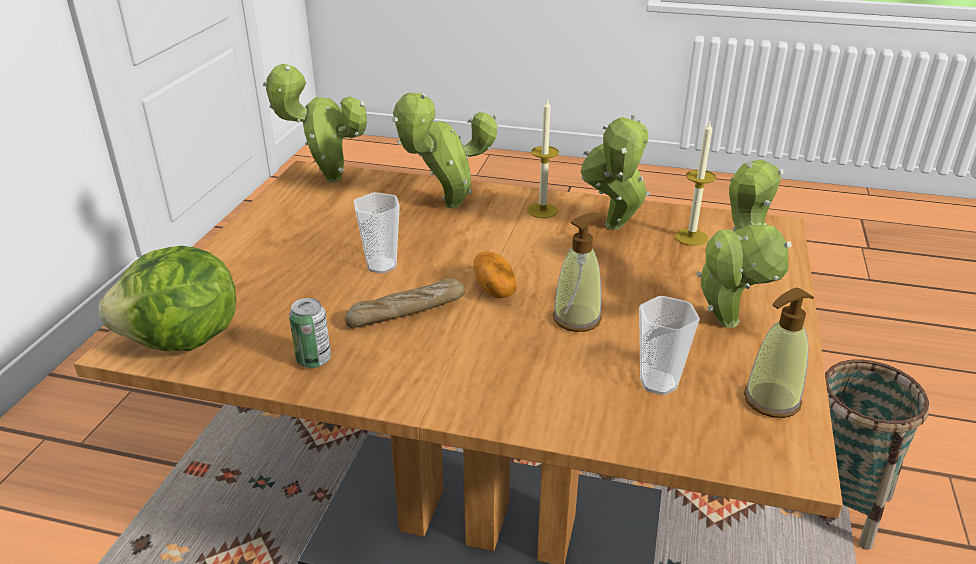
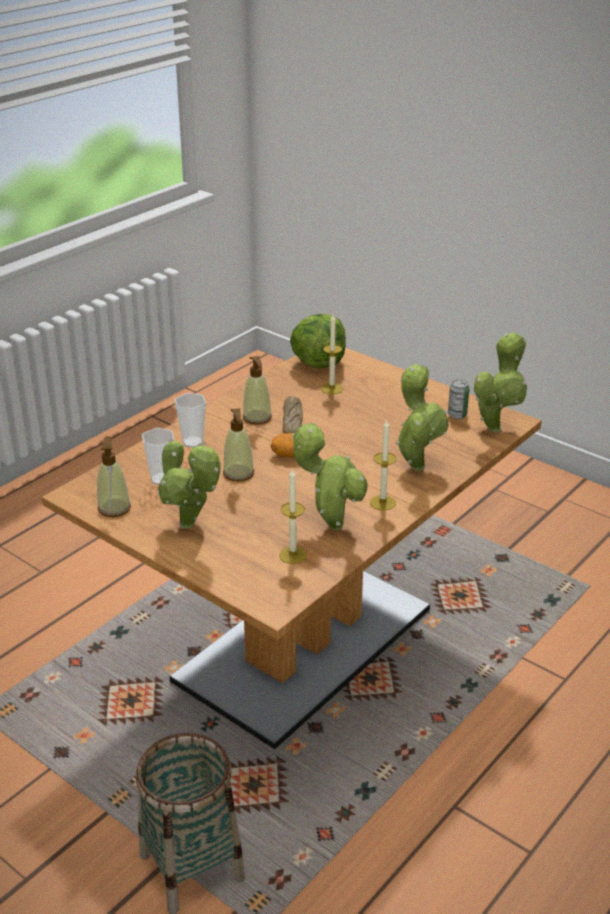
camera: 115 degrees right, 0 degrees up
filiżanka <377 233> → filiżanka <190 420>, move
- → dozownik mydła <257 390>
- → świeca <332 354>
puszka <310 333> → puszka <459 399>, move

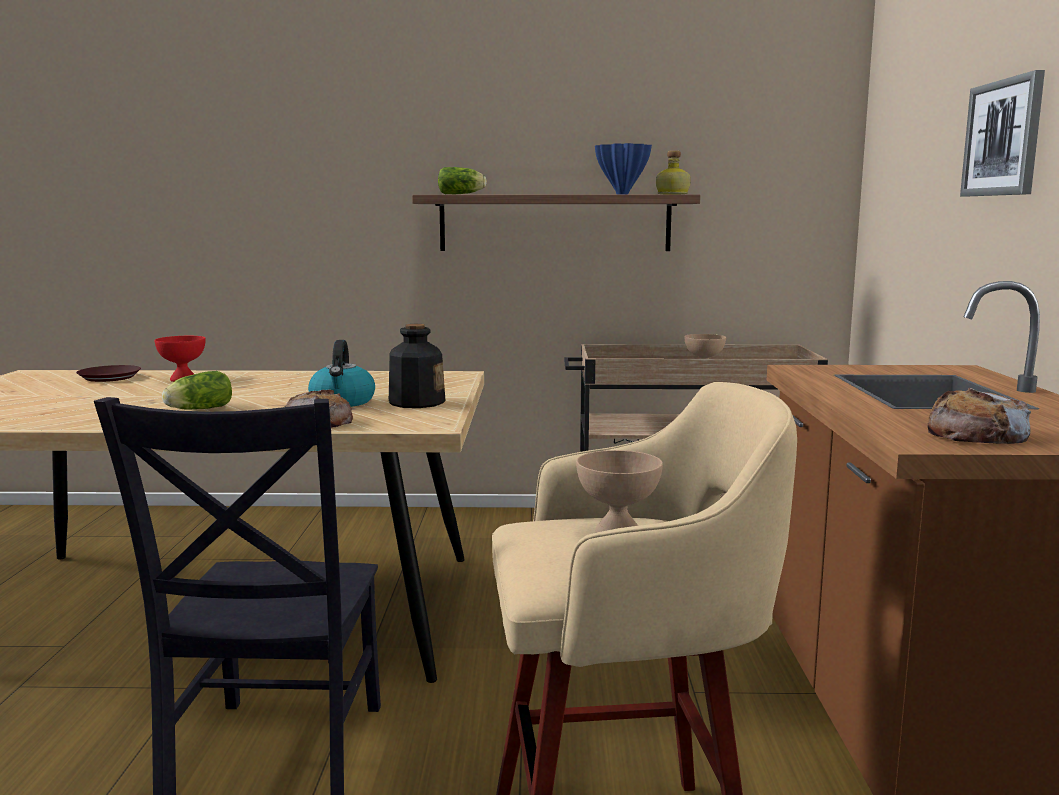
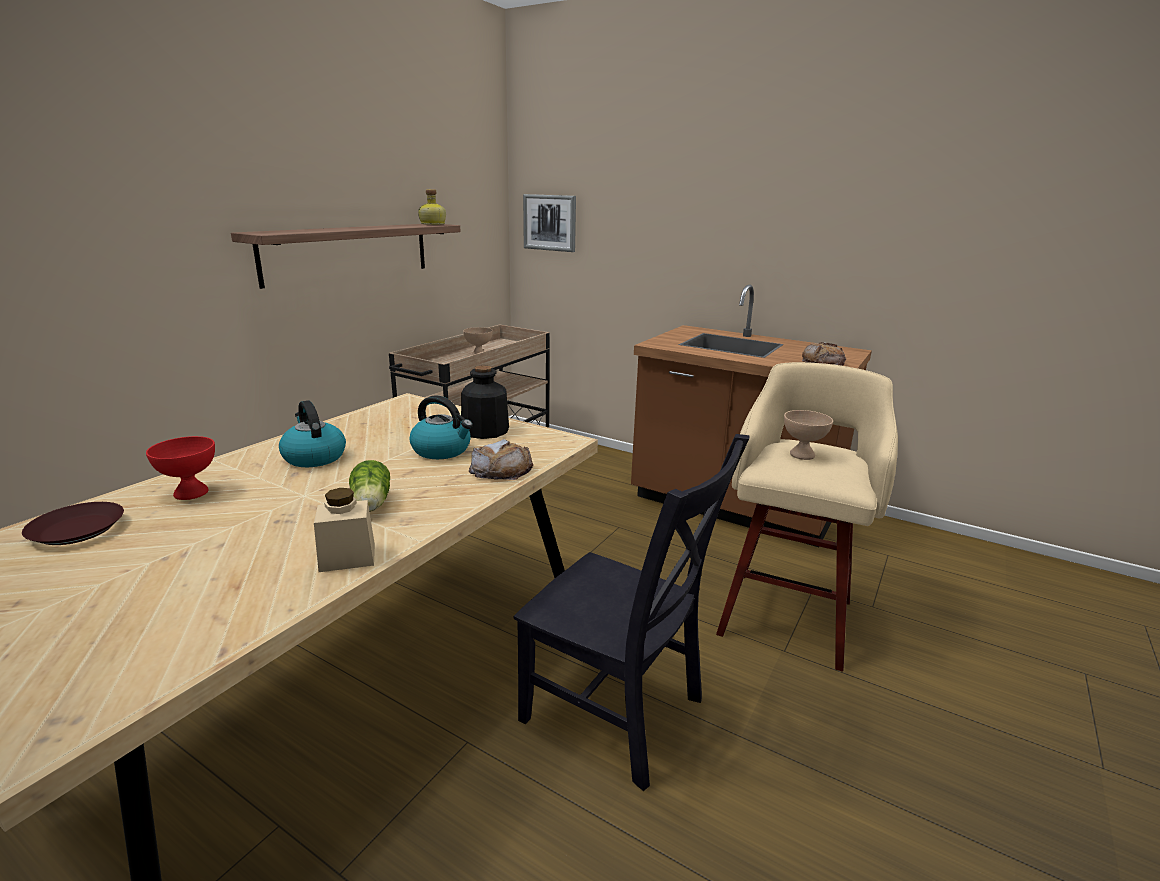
camera: 60 degrees left, 10 degrees up
- → czajnik <312 433>
- → słoik (beżowy) <344 530>
obraz <1002 133> → obraz <549 223>, move
sałata <462 180> → -
wazon (niebieski) <623 169> → -

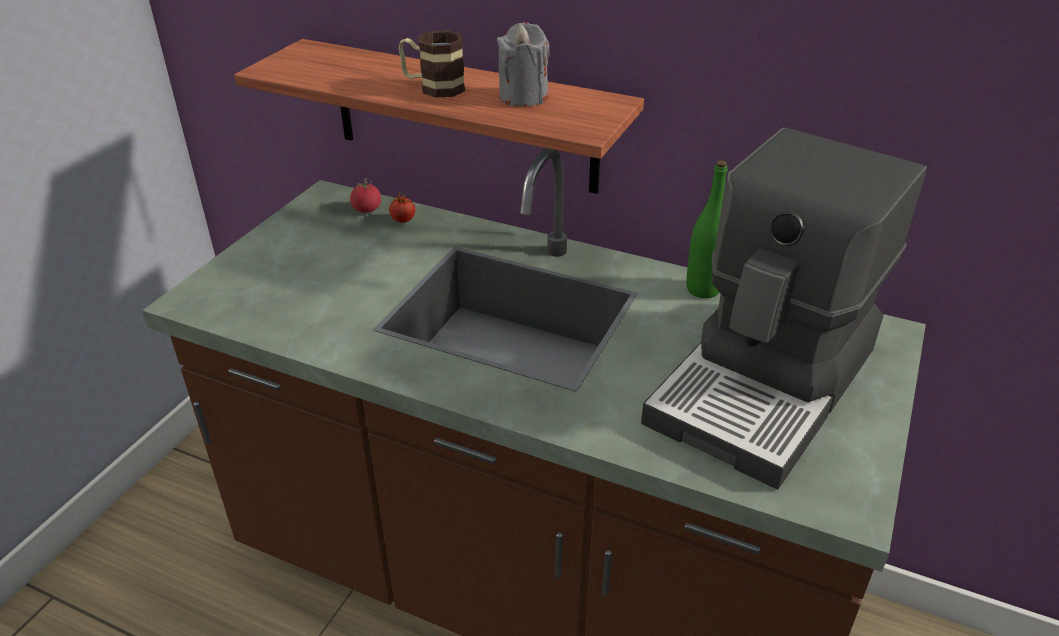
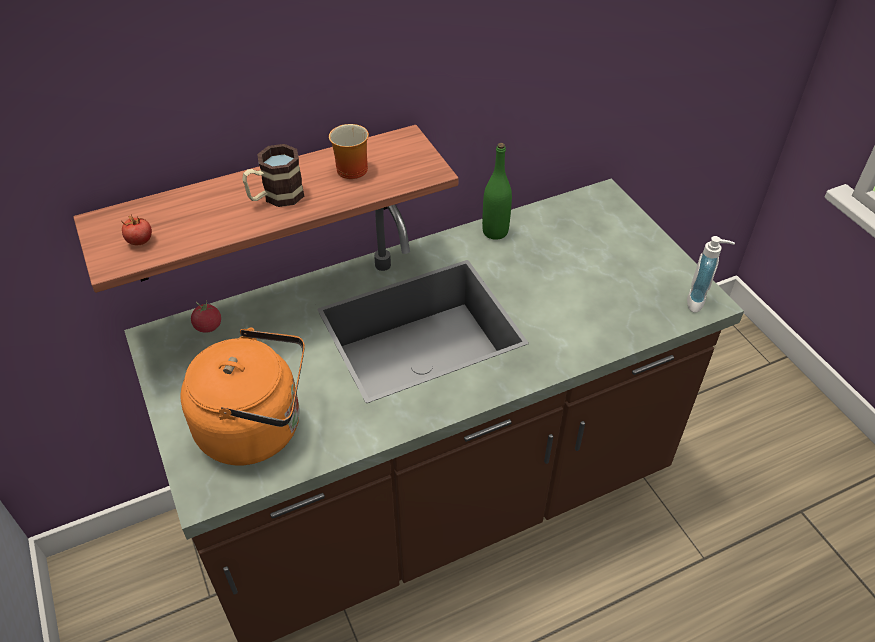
camera: 50 degrees left, 10 degrees up
pomidor <402 207> → pomidor <136 229>, move
- → czajnik (pomarańczowy) <243 396>
świeca (szary) <523 64> → kubek <349 151>
- → dozownik mydła <711 274>
ekspres do kawy <784 308> → -

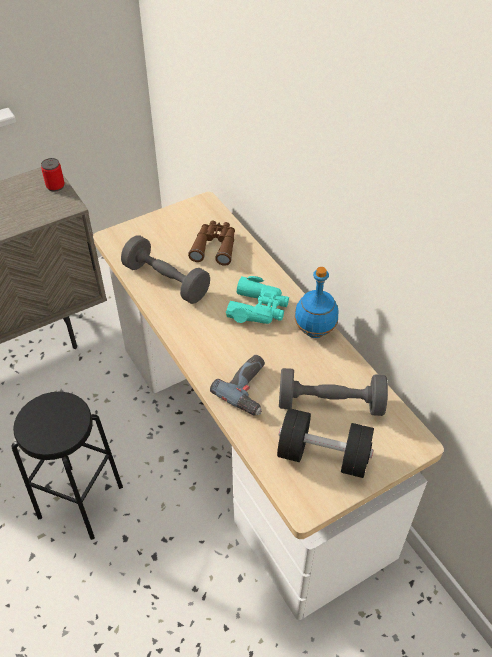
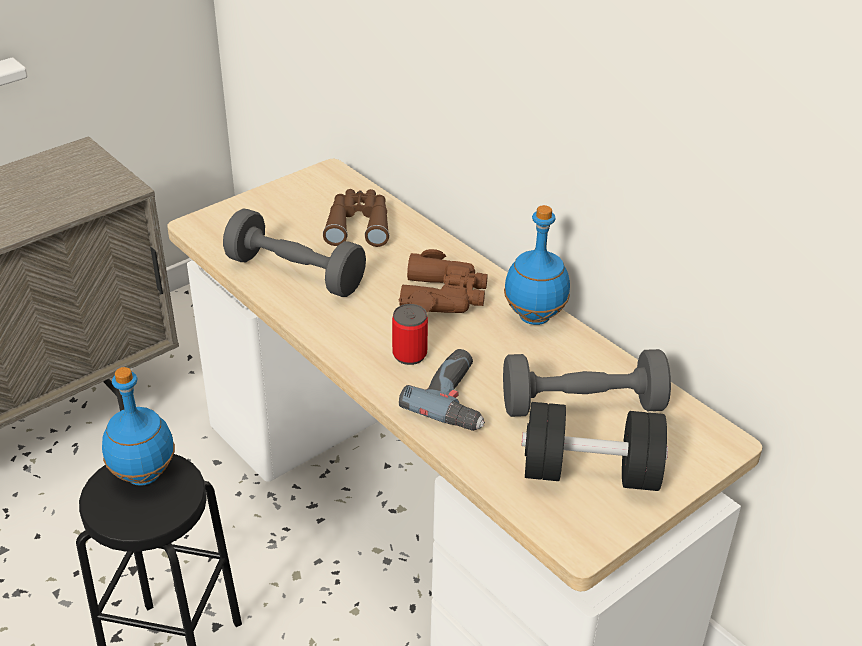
camera: 10 degrees left, 10 degrees down
- → butelka (niebieski) <138 426>
puszka <53 175> → puszka <410 334>, move
lornetka (turkusowy) <257 300> → lornetka (brązowy) <443 281>

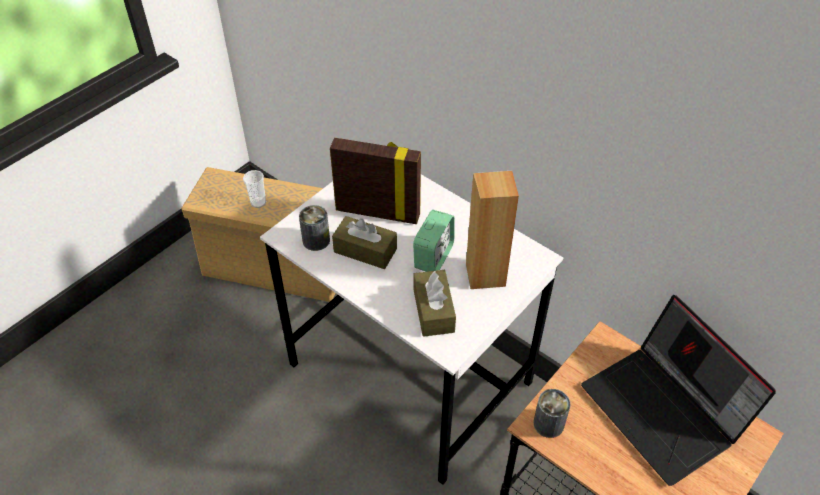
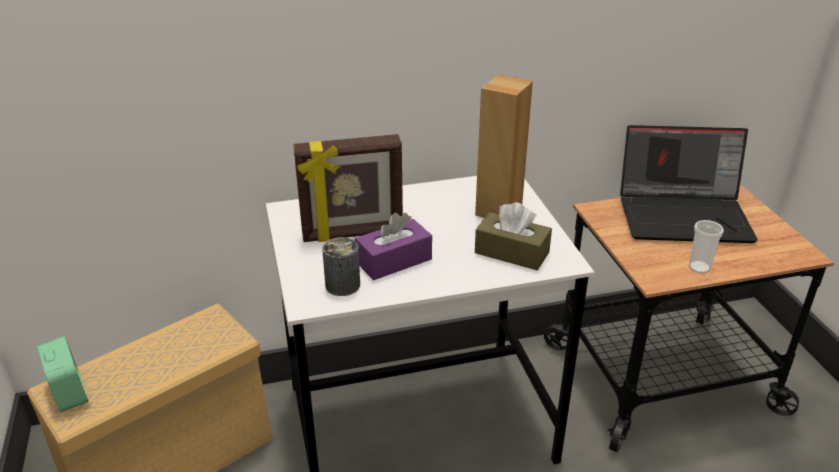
camera: 55 degrees left, 15 degrees down
budzik <434 241> → budzik <62 374>, move
ramka na zdjęcie <375 181> → ramka na zdjęcie <348 188>, 150 degrees counterclockwise
pudełko chusteczek (brązowy) <364 242> → pudełko chusteczek (fioletowy) <393 246>
filiżanka <254 189> → filiżanka <706 247>, move
puszka <552 413> → -

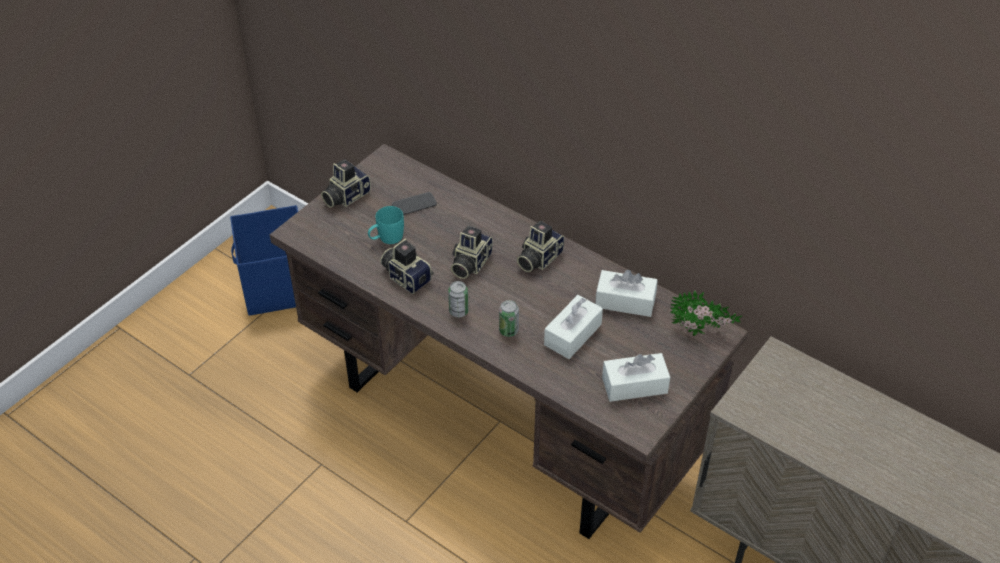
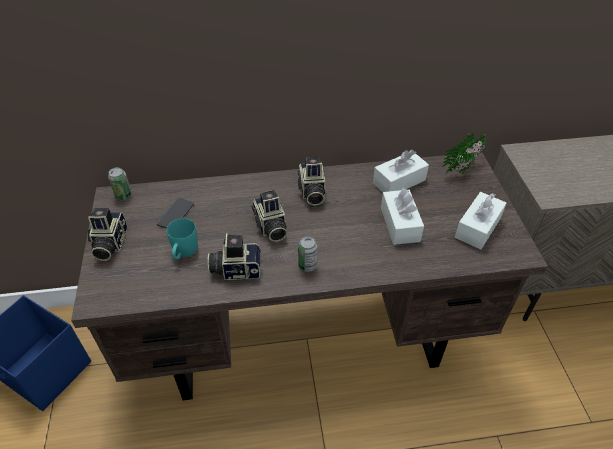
camera: 45 degrees left, 0 degrees up
puszka <509 318> → puszka <120 183>, move

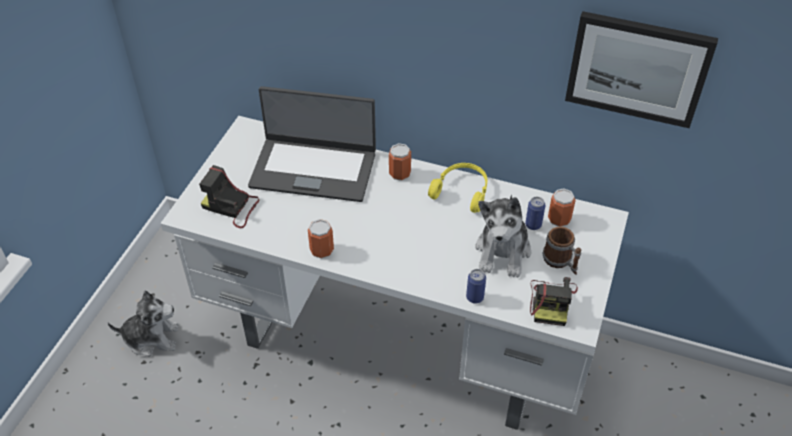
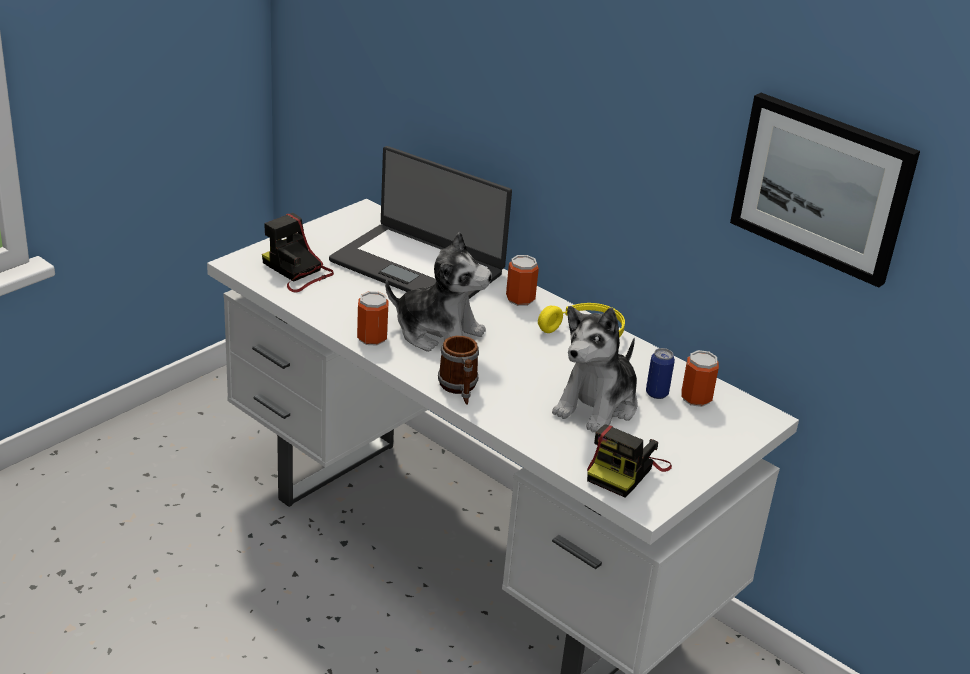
camera: 20 degrees right, 15 degrees down
pluszak <143 324> → pluszak <438 292>, move
kubek <561 251> → kubek <458 370>, move
puszka <476 286> → -

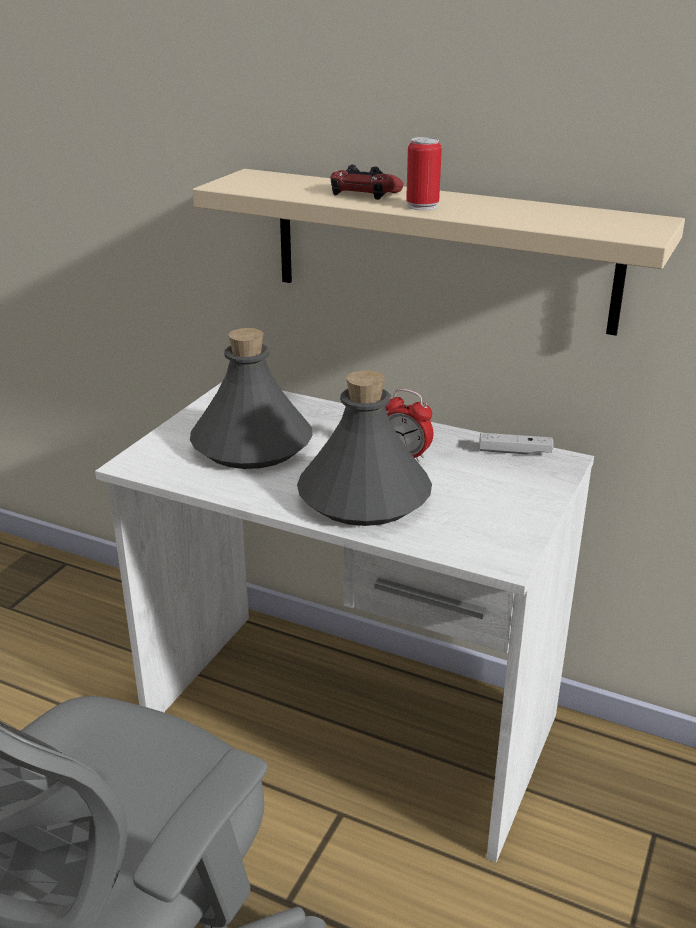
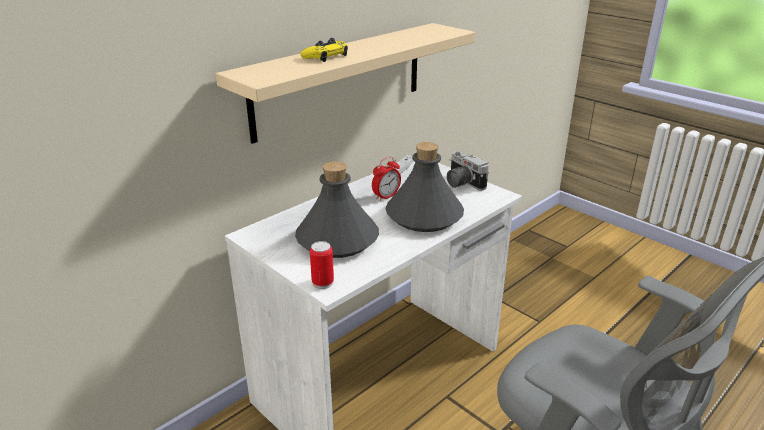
camera: 70 degrees left, 0 degrees up
pad do gier (czerwony) <366 182> → pad do gier (żółty) <324 50>
puszka <424 173> → puszka <322 265>, move
- → aparat fotograficzny <468 171>

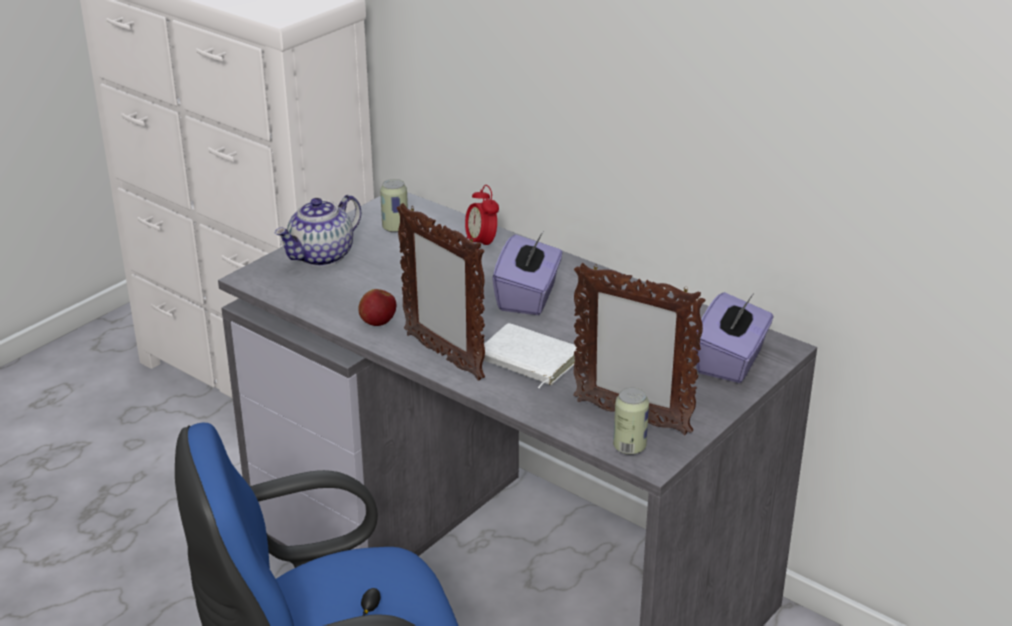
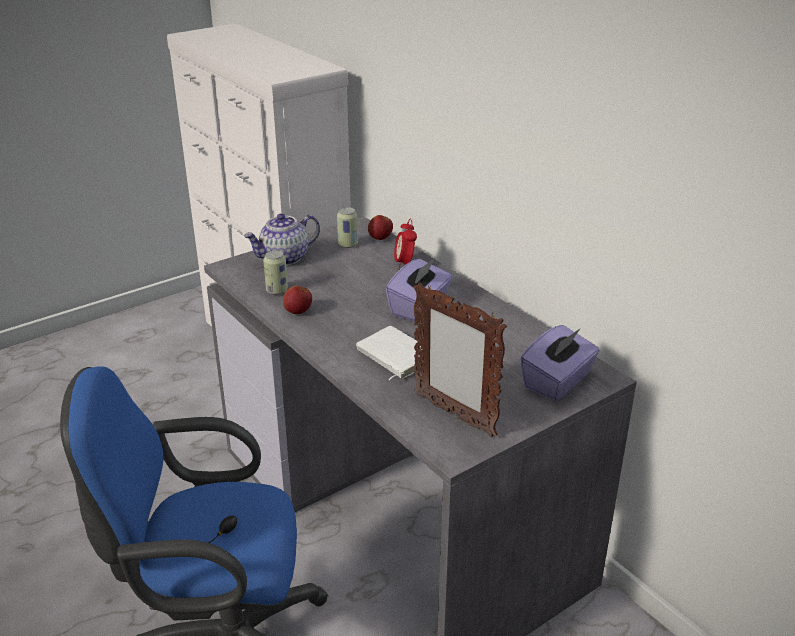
camera: 15 degrees right, 0 degrees up
puszka <631 421> → puszka <275 272>, move
- → jabłko <380 227>
ramka na zdjęcie <441 292> → -

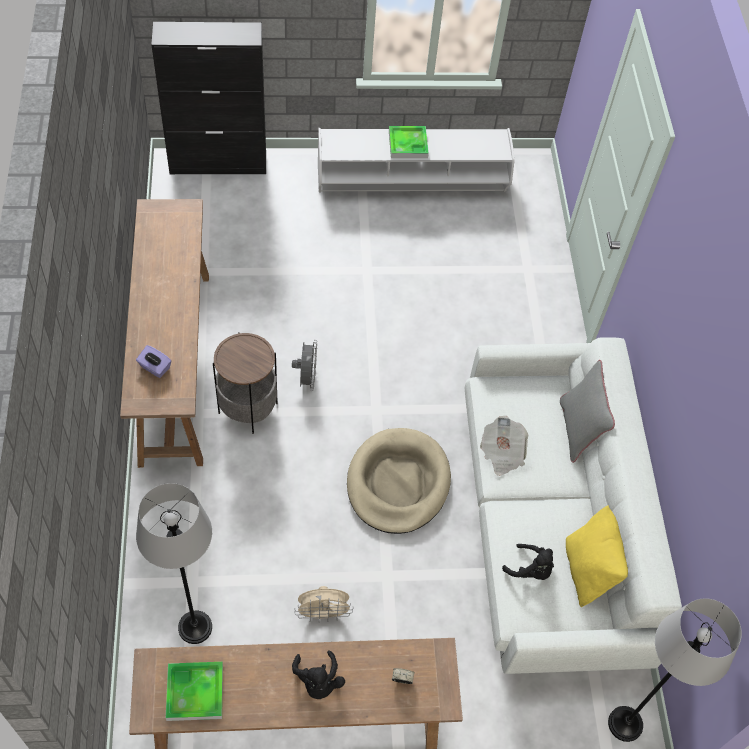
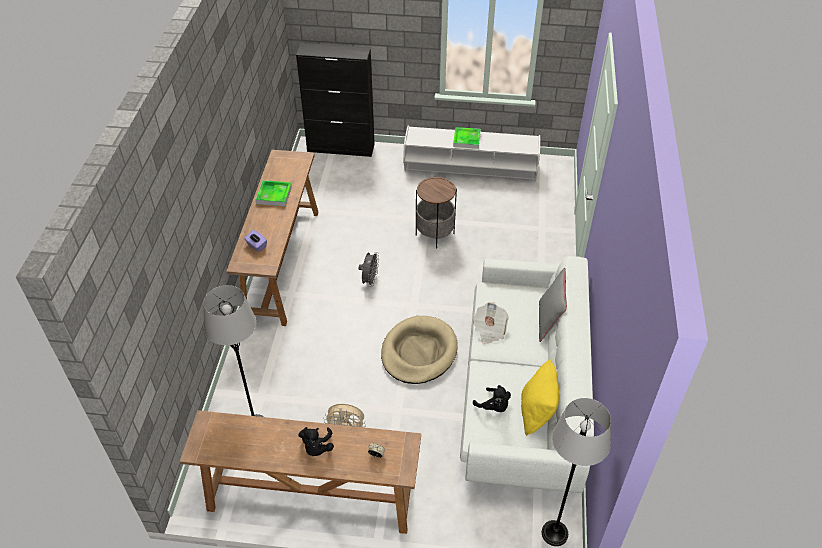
camera: 15 degrees right, 10 degrees down
taca <194 691> → taca <274 193>, move
stolik <245 383> → stolik <436 213>, move

